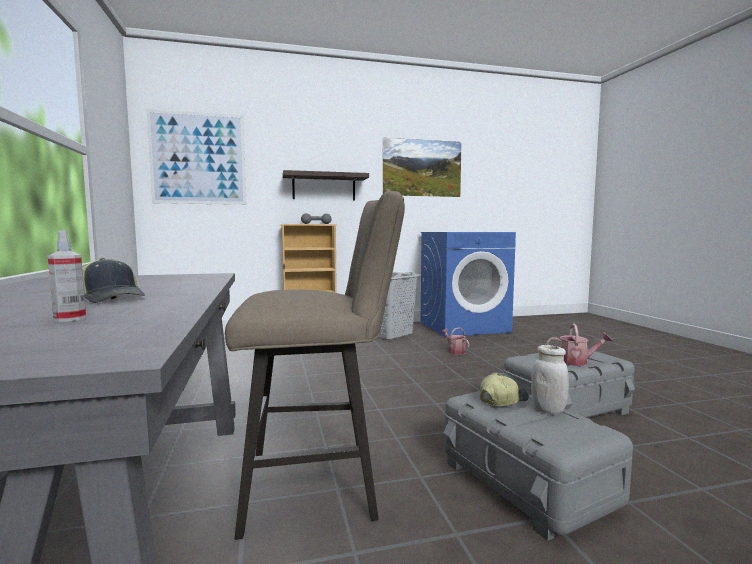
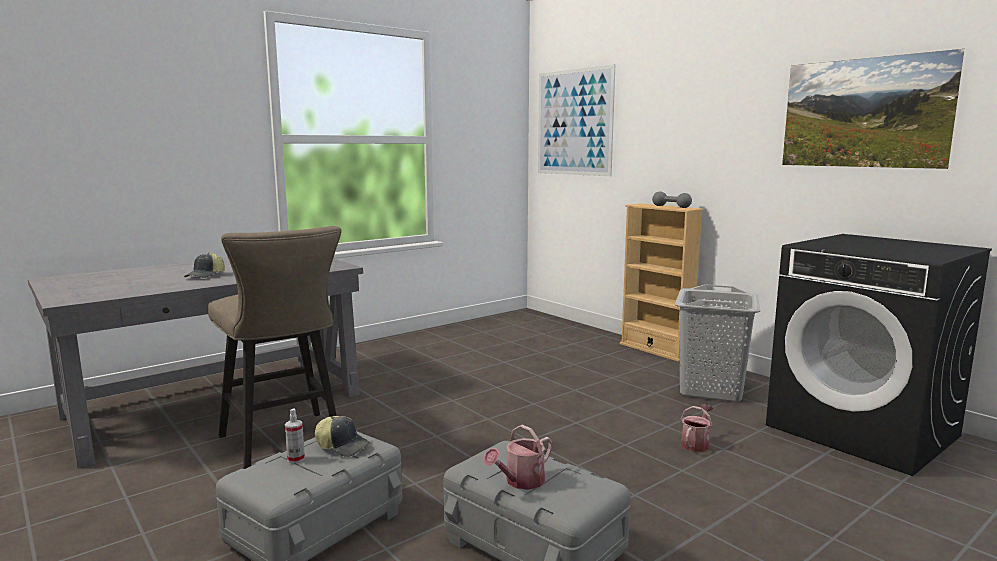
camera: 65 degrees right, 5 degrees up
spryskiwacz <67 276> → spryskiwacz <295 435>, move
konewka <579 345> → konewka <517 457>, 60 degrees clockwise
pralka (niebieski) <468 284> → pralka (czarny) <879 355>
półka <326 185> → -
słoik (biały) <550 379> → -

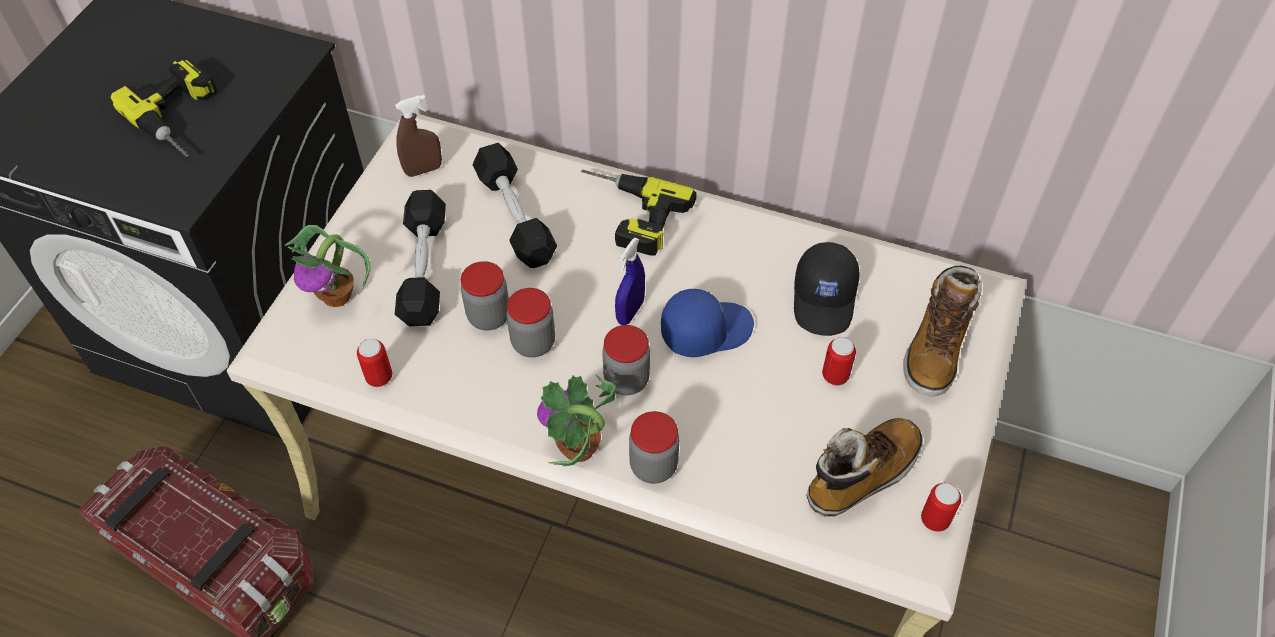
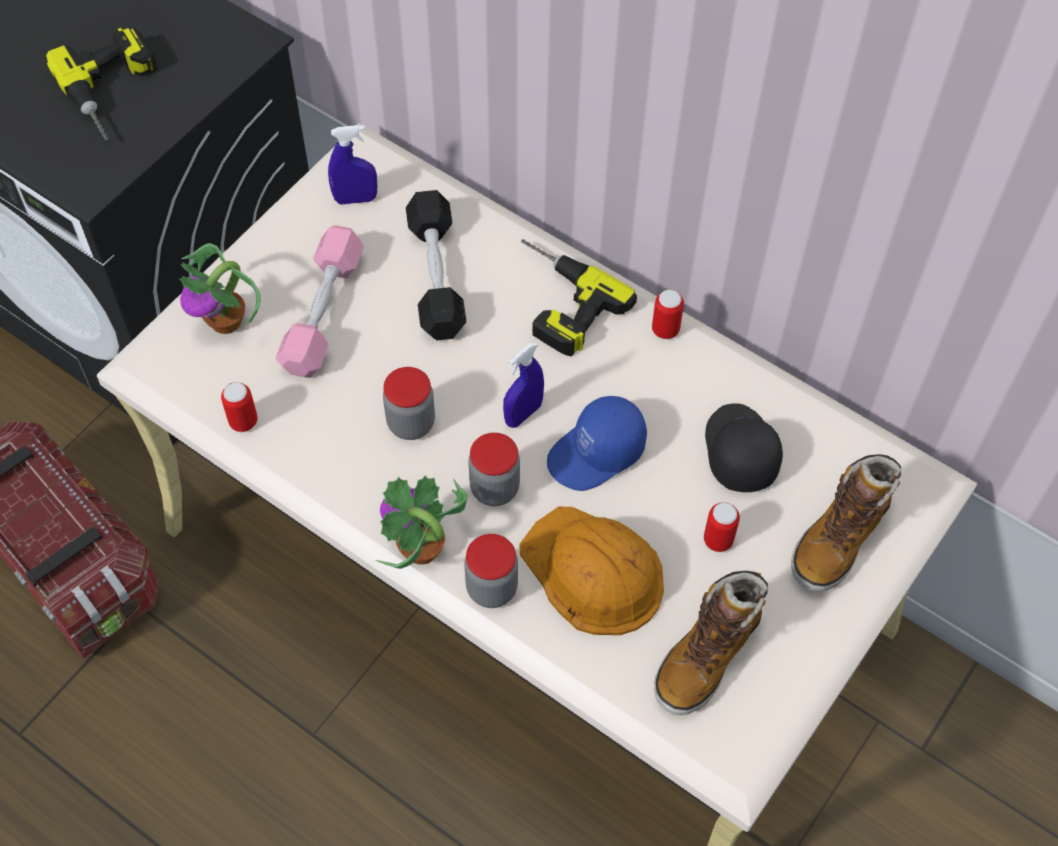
camera: 15 degrees right, 5 degrees up
hantel (czarny) <420 258> → hantel (różowy) <320 301>
spryskiwacz (brązowy) <418 136> → spryskiwacz (niebieski) <352 164>
- → kask (pomarańczowy) <591 571>
czapka z daszkiem (niebieski) <707 323> → czapka z daszkiem (niebieski) <597 443>, 150 degrees clockwise
puszka <941 507> → puszka <668 314>, move
but z cholewką <864 467> → but z cholewką <711 643>, 150 degrees clockwise
czapka z daszkiem (czarny) <827 289> → czapka z daszkiem (czarny) <744 447>, 150 degrees clockwise
słoik <485 295> → -

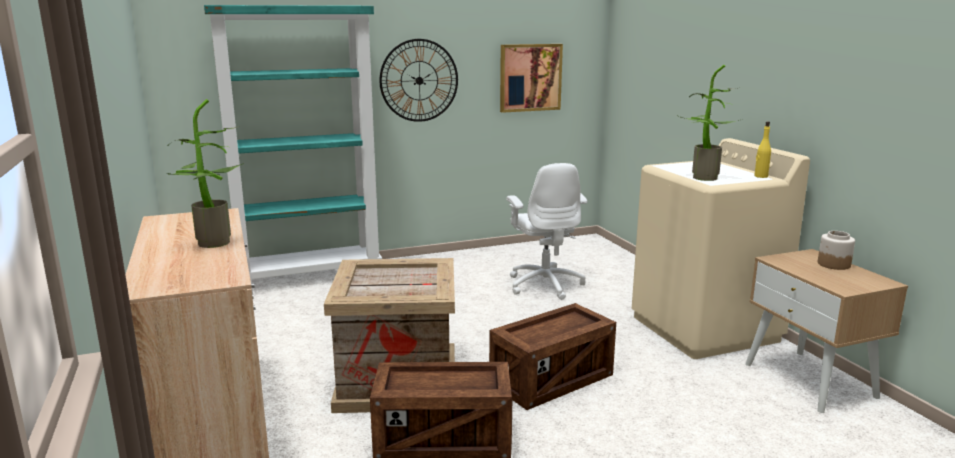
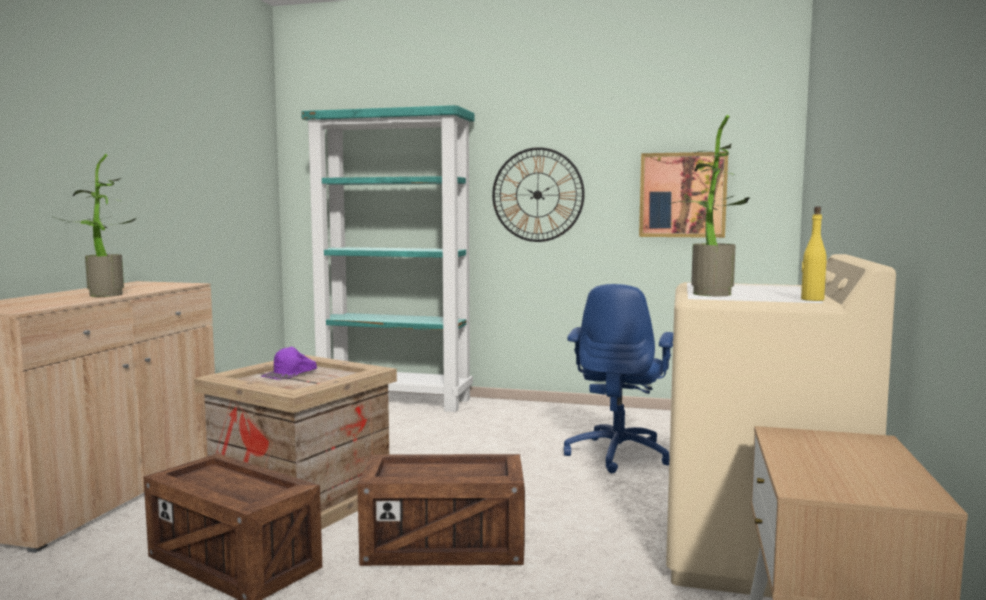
camera: 35 degrees right, 10 degrees down
- → czapka z daszkiem (fioletowy) <289 363>
krzesło biurowe (biały) <546 231> → krzesło biurowe (niebieski) <618 378>
słoik <836 250> → -

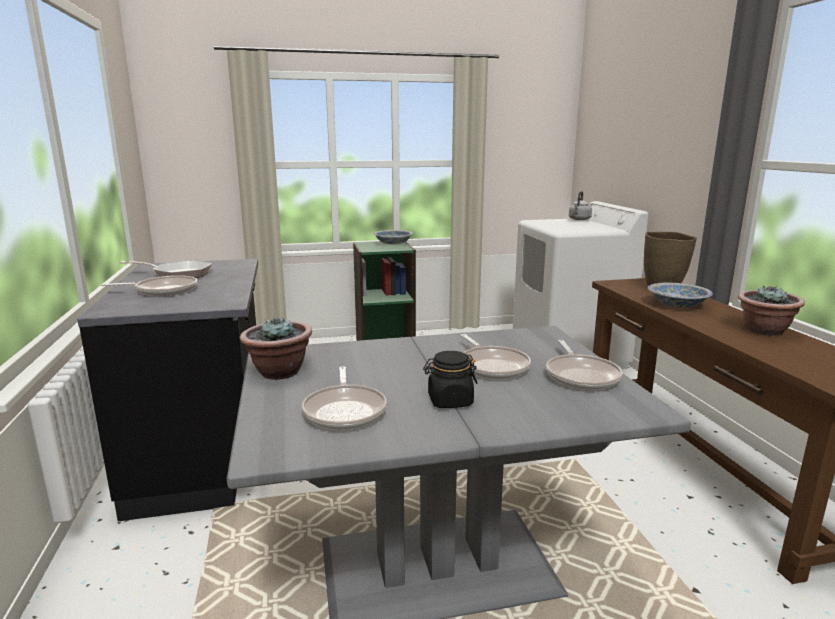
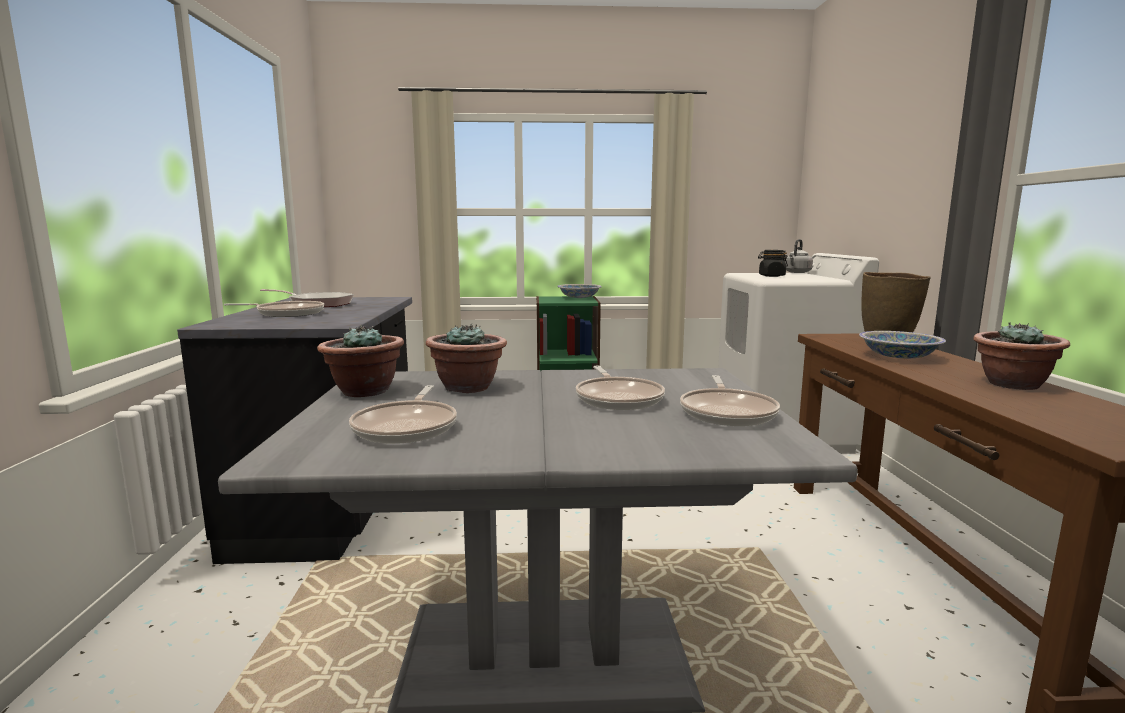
camera: 10 degrees right, 5 degrees down
- → roślina doniczkowa <466 358>
słoik (czarny) <450 379> → słoik (czarny) <773 263>, move

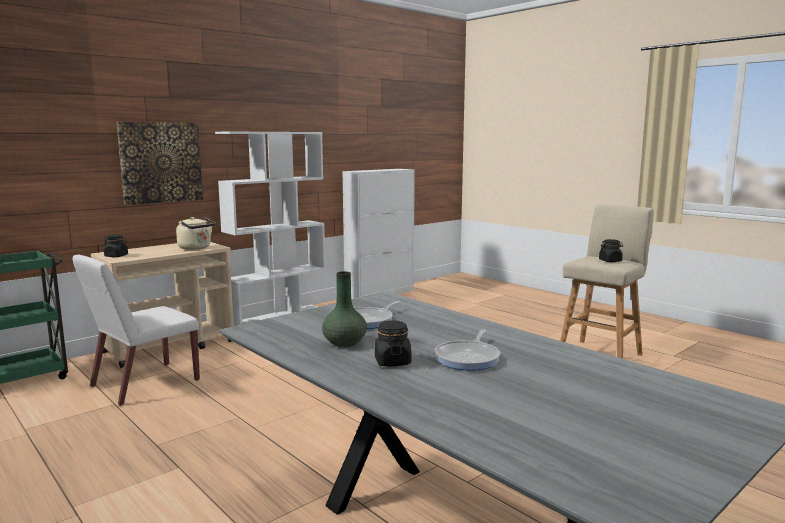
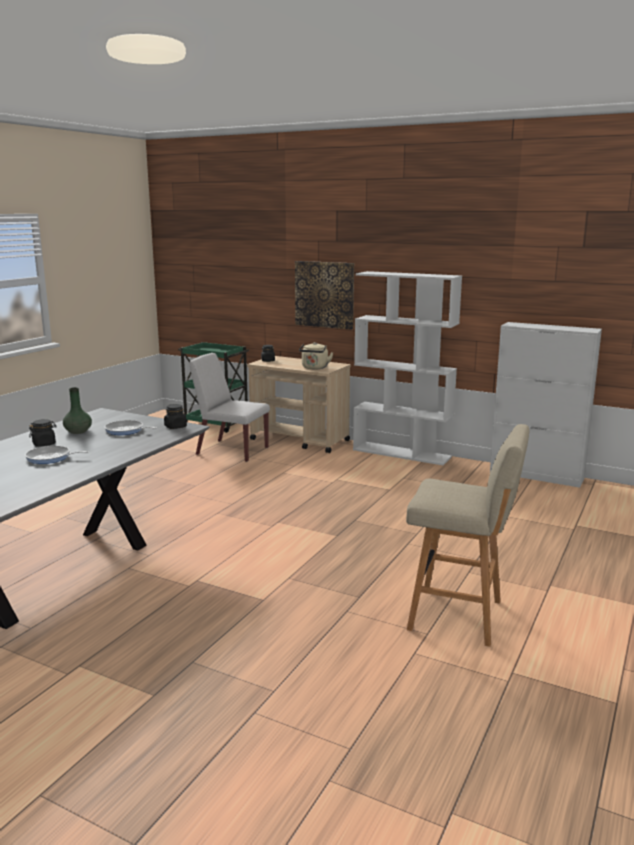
camera: 70 degrees right, 5 degrees up
słoik (czarny) <611 250> → słoik (czarny) <175 416>, move

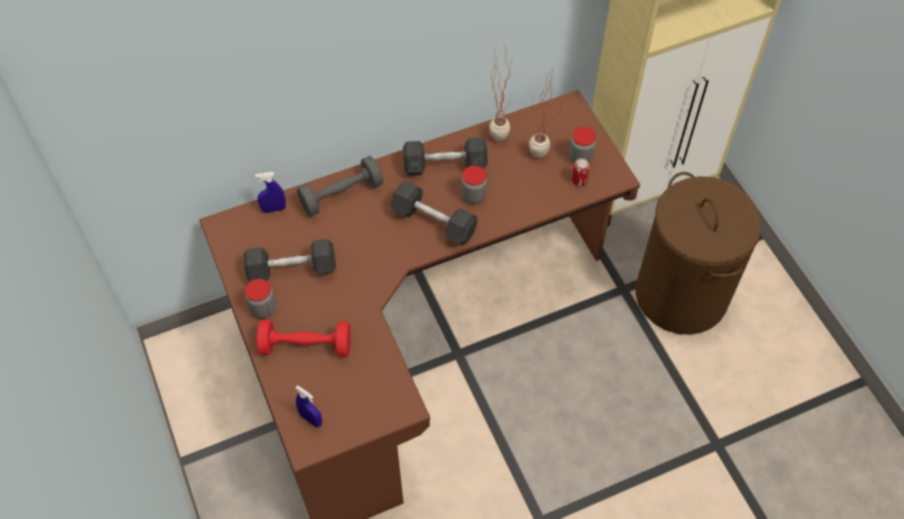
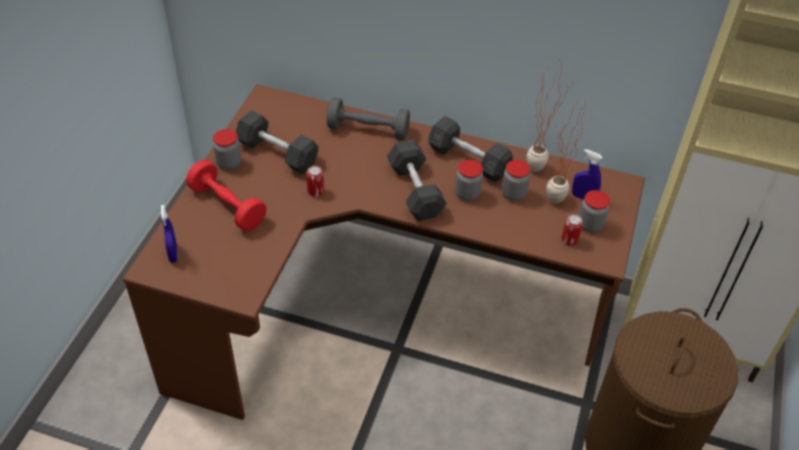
camera: 40 degrees right, 10 degrees down
- → puszka <315 181>
- → słoik <516 180>
spryskiwacz (niebieski) <270 192> → spryskiwacz (niebieski) <587 174>, move

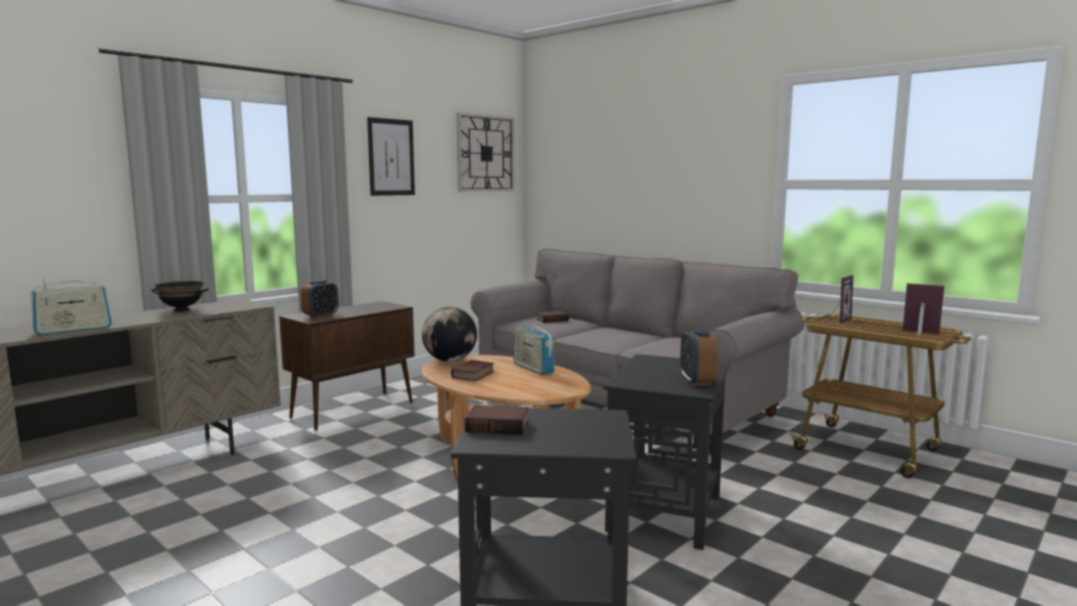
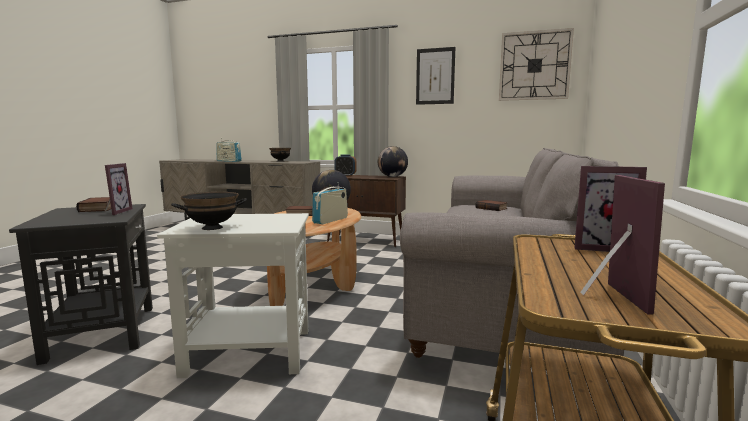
camera: 65 degrees right, 0 degrees up
- → ramka na zdjęcie <118 189>
stolik (czarny) <666 452> → stolik (biały) <233 295>
budzik <699 357> → miska (czarny) <209 211>
- → globus <393 161>

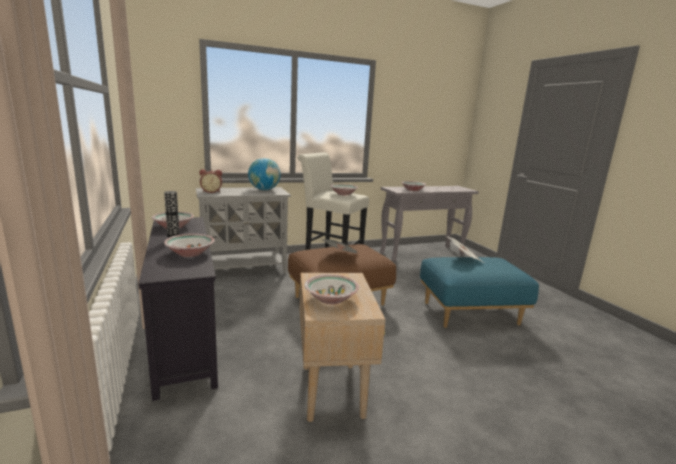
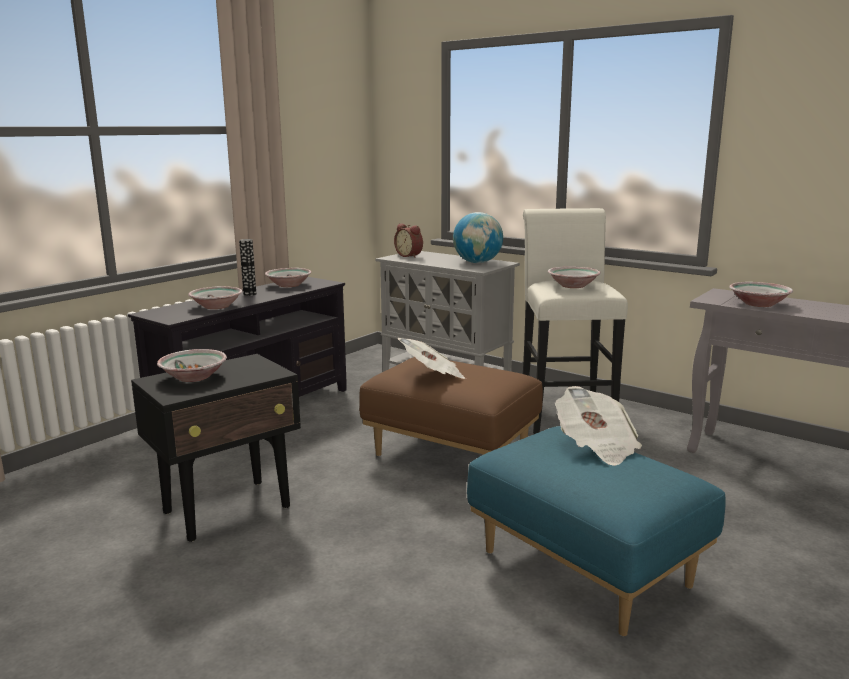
camera: 60 degrees right, 0 degrees up
stolik (beżowy) <342 347> → stolik (czarny) <216 448>

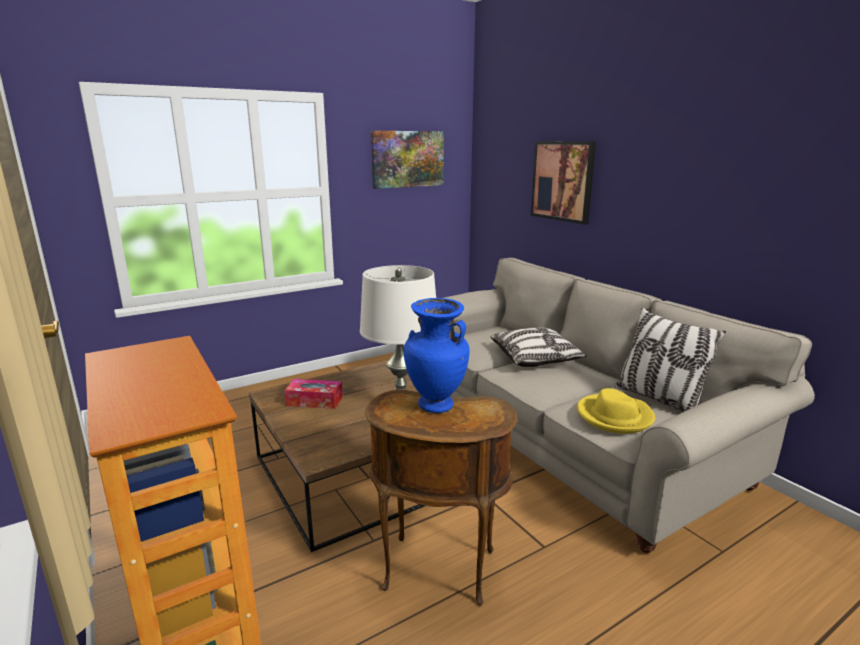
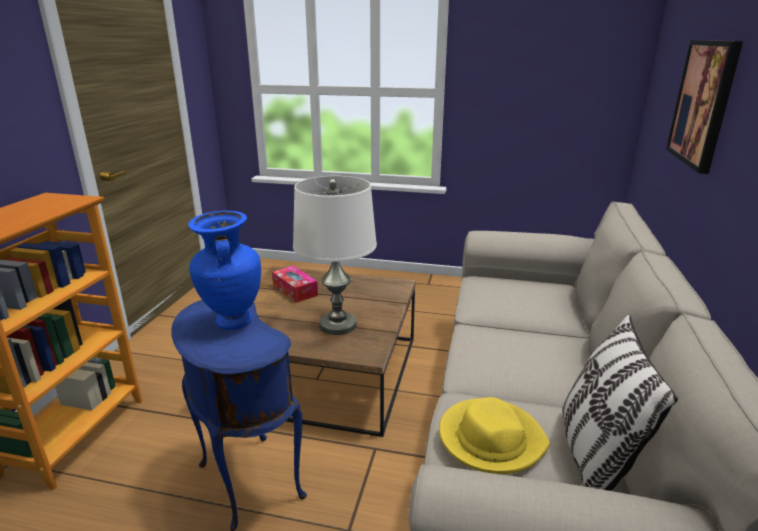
camera: 45 degrees right, 5 degrees up
stolik (brązowy) <441 498> → stolik (niebieski) <239 415>
obraz <407 160> → -
poduszka <538 347> → -

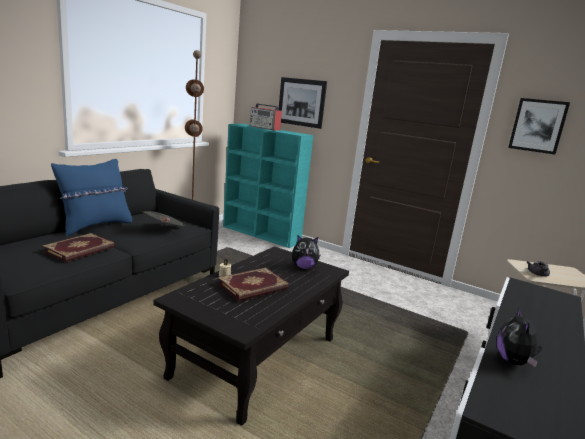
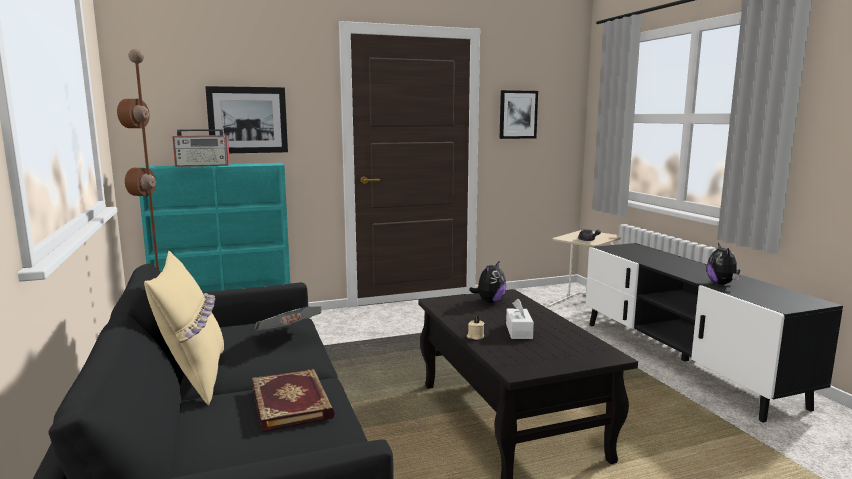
camera: 50 degrees left, 5 degrees down
poduszka (niebieski) <91 197> → poduszka (beżowy) <184 327>
książka <253 285> → pudełko chusteczek (biały) <520 319>
pluszak <519 337> → pluszak <723 264>, 45 degrees clockwise

